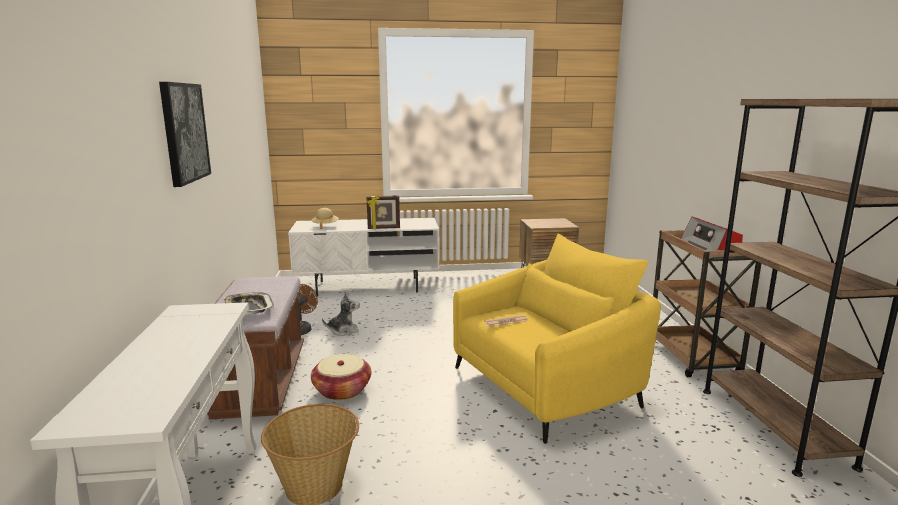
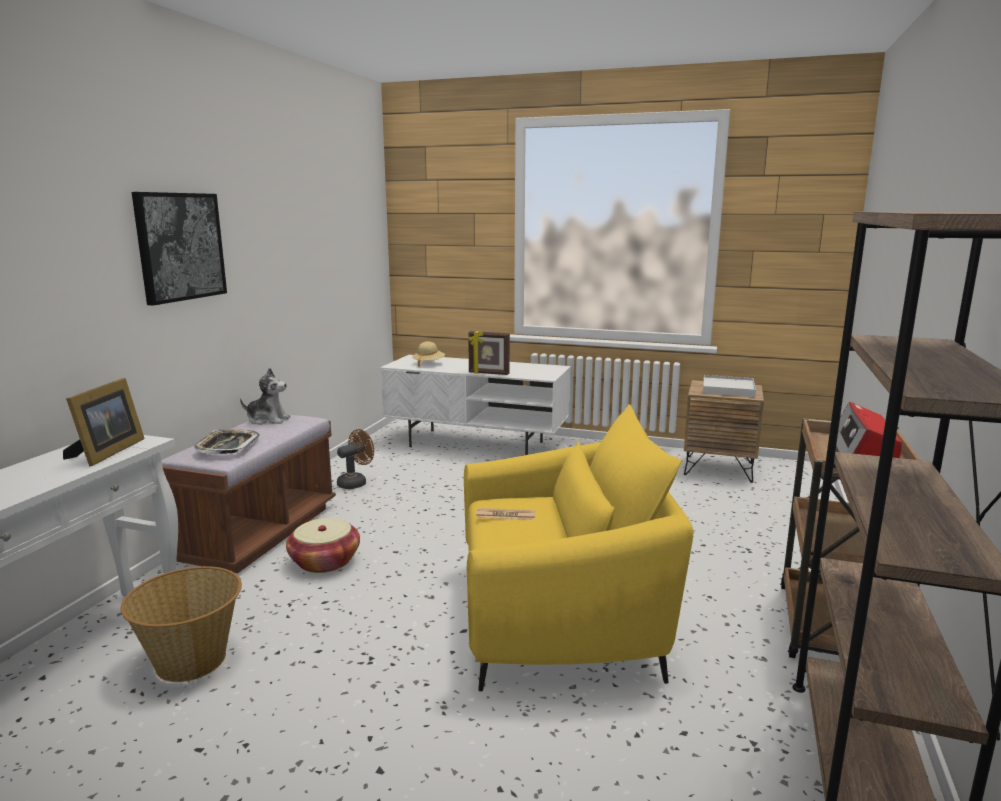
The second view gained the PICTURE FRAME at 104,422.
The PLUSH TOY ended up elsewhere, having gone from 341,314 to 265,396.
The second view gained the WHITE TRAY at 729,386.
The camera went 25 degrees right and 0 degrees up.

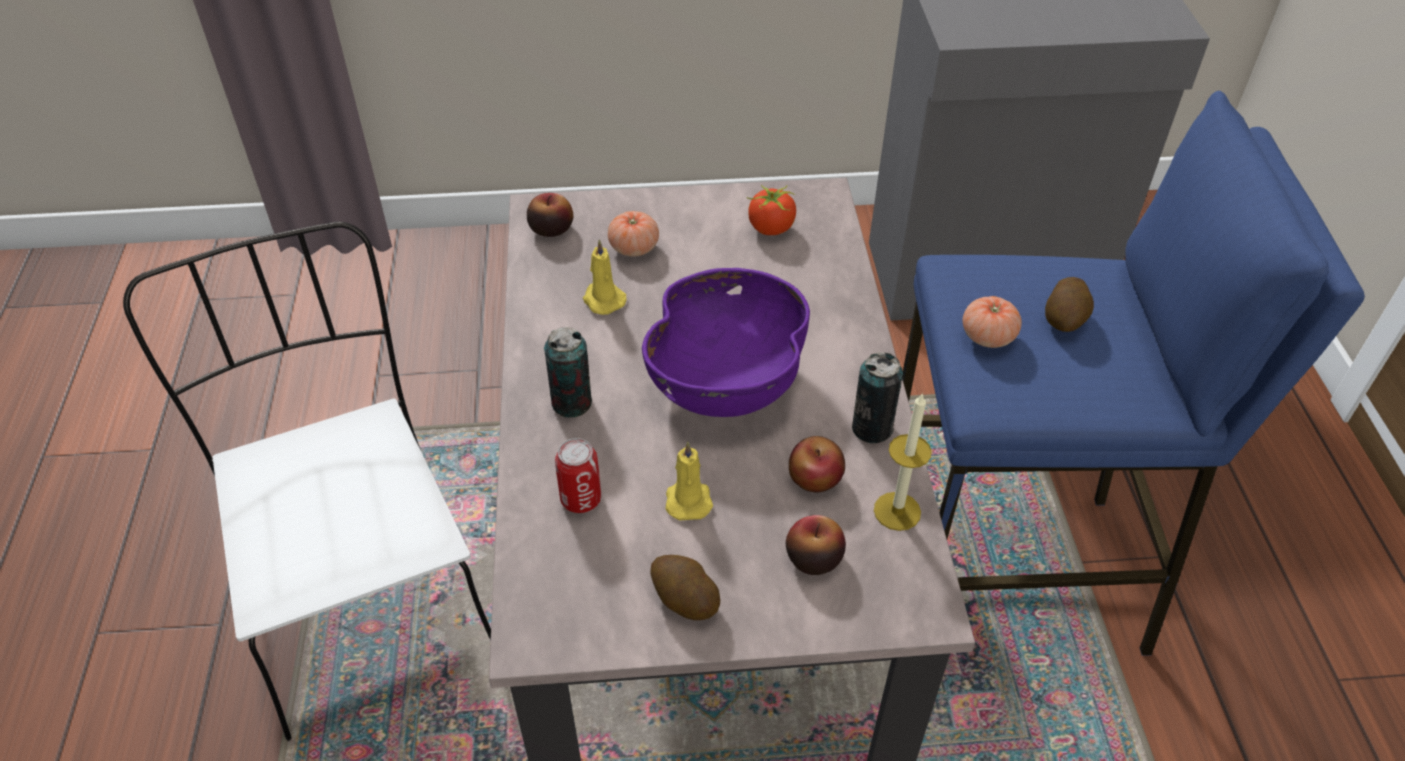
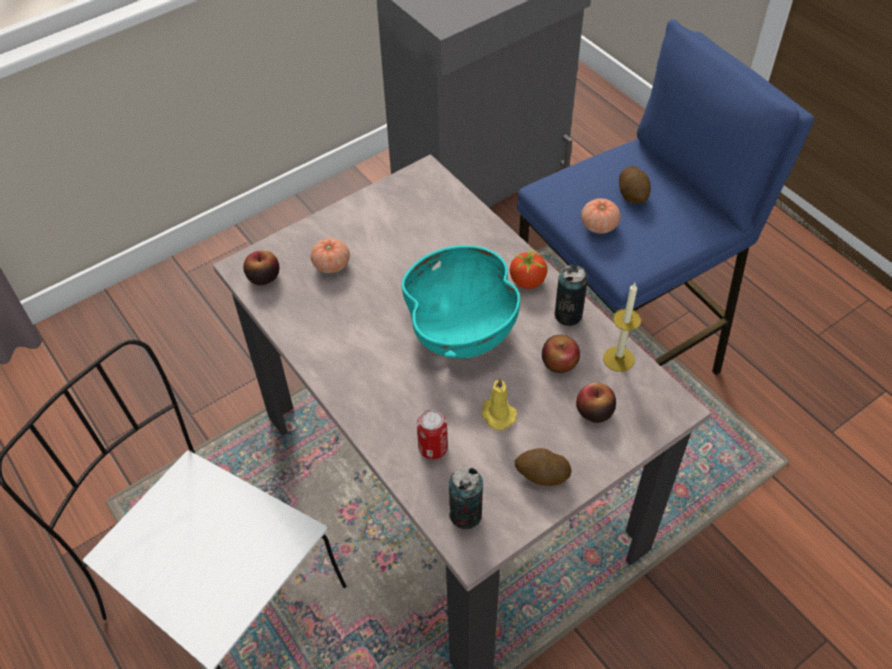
What was the PURPLE BOWL at 726,342 turned into the TURQUOISE BOWL at 460,301.
The CAN ended up elsewhere, having gone from 567,372 to 466,498.
The TOMATO ended up elsewhere, having gone from 771,210 to 529,267.
The second view lost the YELLOW CANDLE at 604,277.
The camera went 30 degrees left and 5 degrees up.

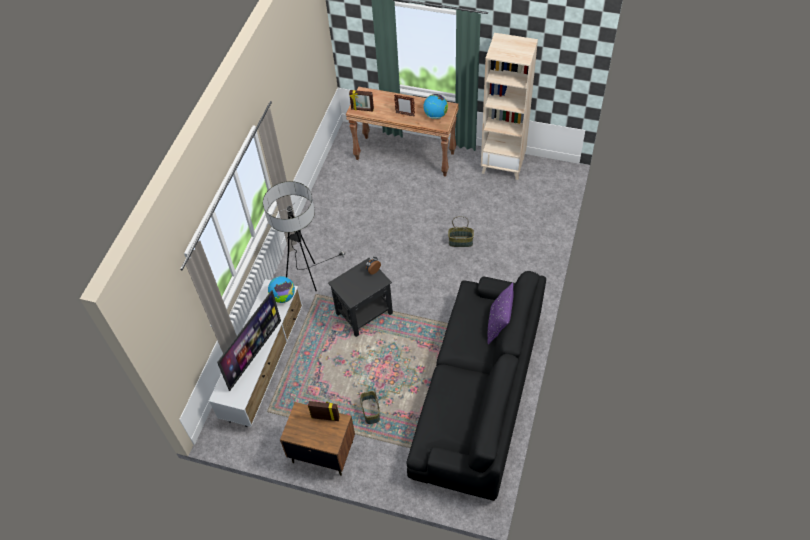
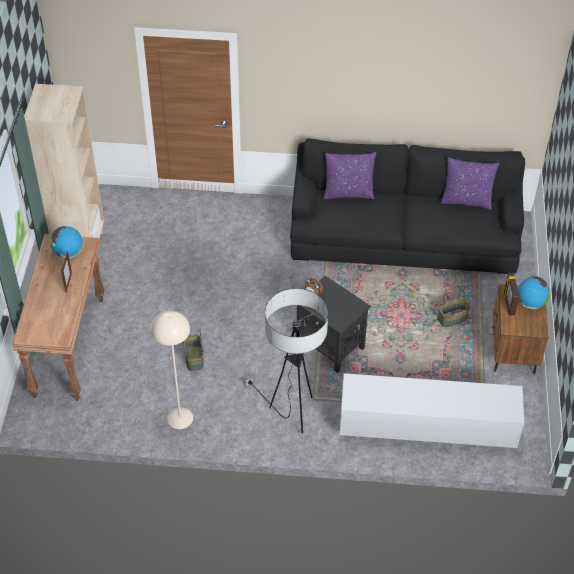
The second view gained the BEIGE FLOOR LAMP at 172,370.
The BASKET ended up elsewhere, having gone from 461,231 to 193,350.
The second view gained the PURPLE PILLOW at 470,183.
The GLOBE ended up elsewhere, having gone from 281,289 to 534,292.
The second view lost the TELEVISION at 249,340.
The second view lost the PICTURE FRAME at 361,100.
The camera went 105 degrees left and 5 degrees down.

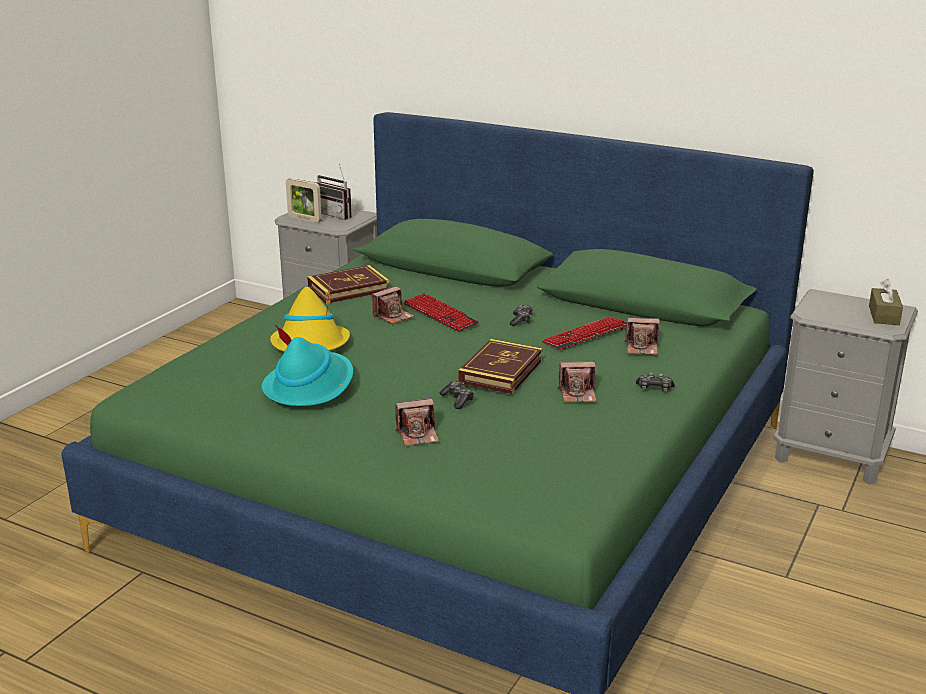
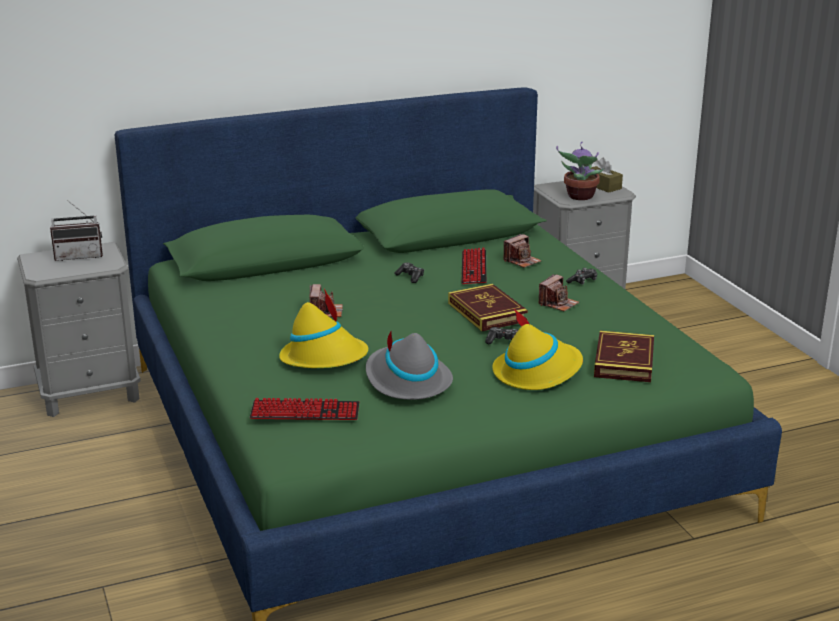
The KEYBOARD ended up elsewhere, having gone from 441,312 to 304,409.
What was the TURQUOISE HAT at 307,365 turned into the GREY HAT at 409,365.
Where the PHOTO CAMERA stood at 417,422, the YELLOW HAT came to stand at 537,349.
The second view gained the POTTED PLANT at 580,171.
The BOOK ended up elsewhere, having gone from 348,284 to 624,356.
The second view lost the PICTURE FRAME at 304,200.
The camera went 50 degrees left and 0 degrees up.

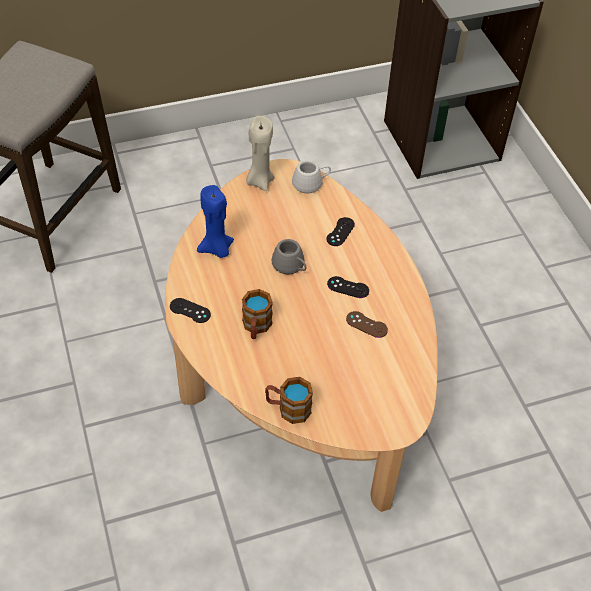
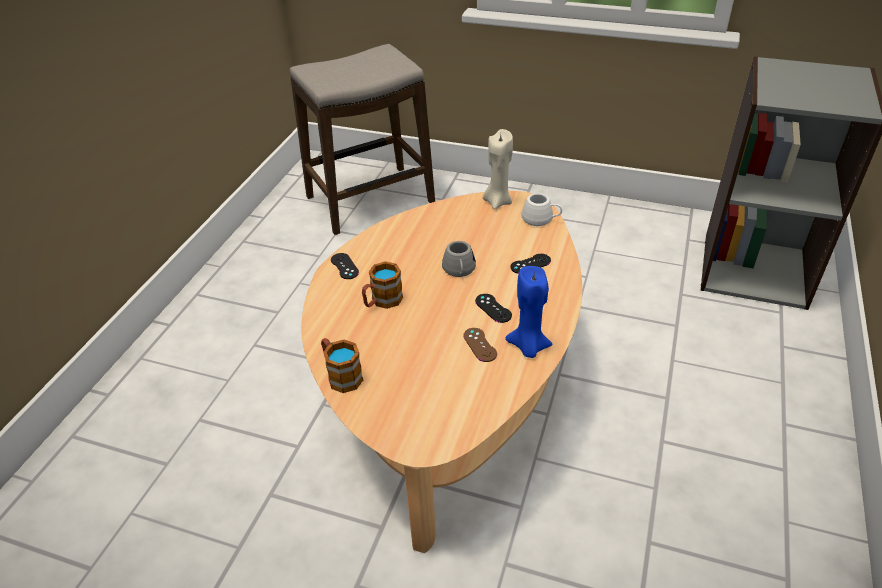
The BLUE CANDLE ended up elsewhere, having gone from 215,221 to 529,312.
The camera went 40 degrees right and 10 degrees down.

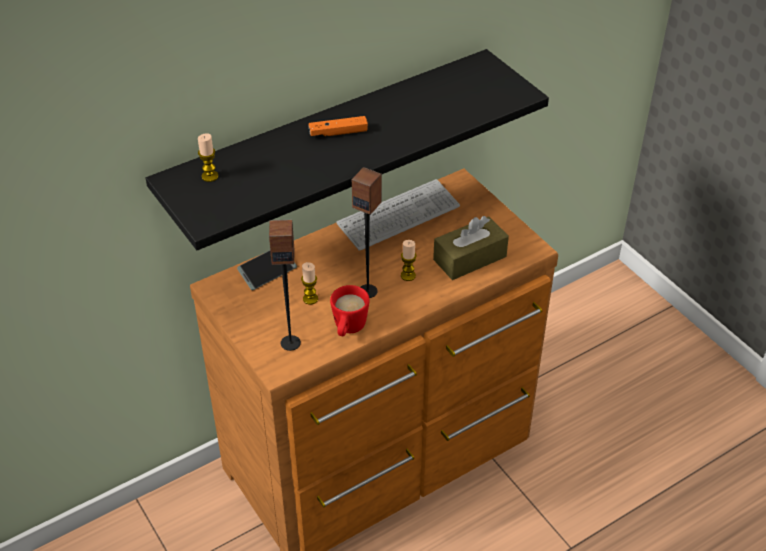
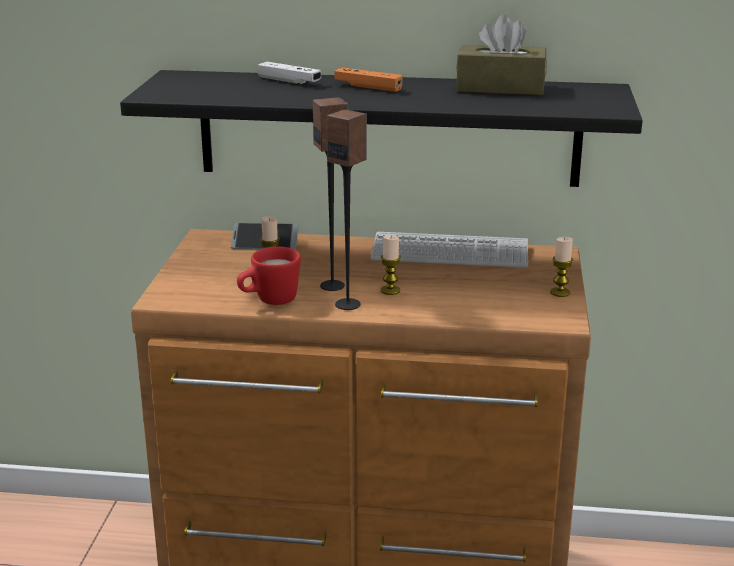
The second view gained the WHITE GAME CONTROLLER at 289,73.
The SPEAKER ended up elsewhere, having gone from 285,285 to 347,209.
The BROWN TISSUE BOX ended up elsewhere, having gone from 471,248 to 501,54.
The CANDLE ended up elsewhere, having gone from 208,157 to 561,267.
The camera went 40 degrees right and 20 degrees down.

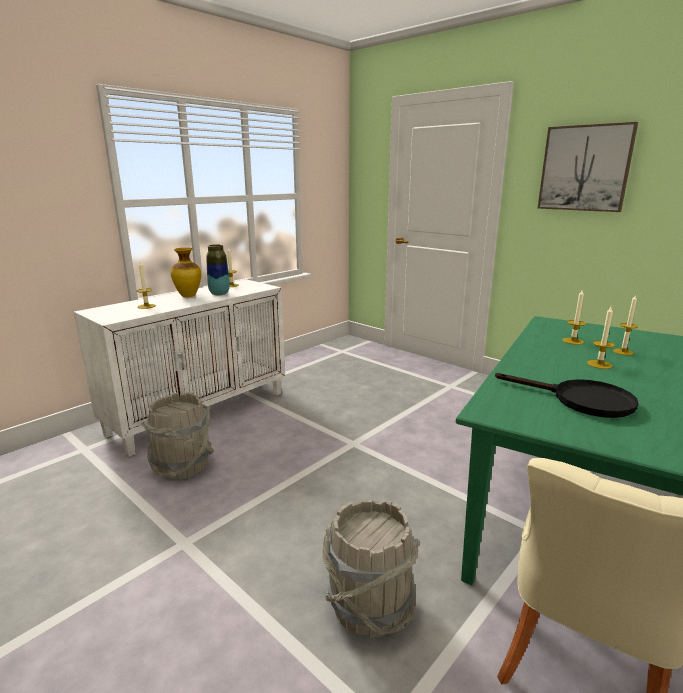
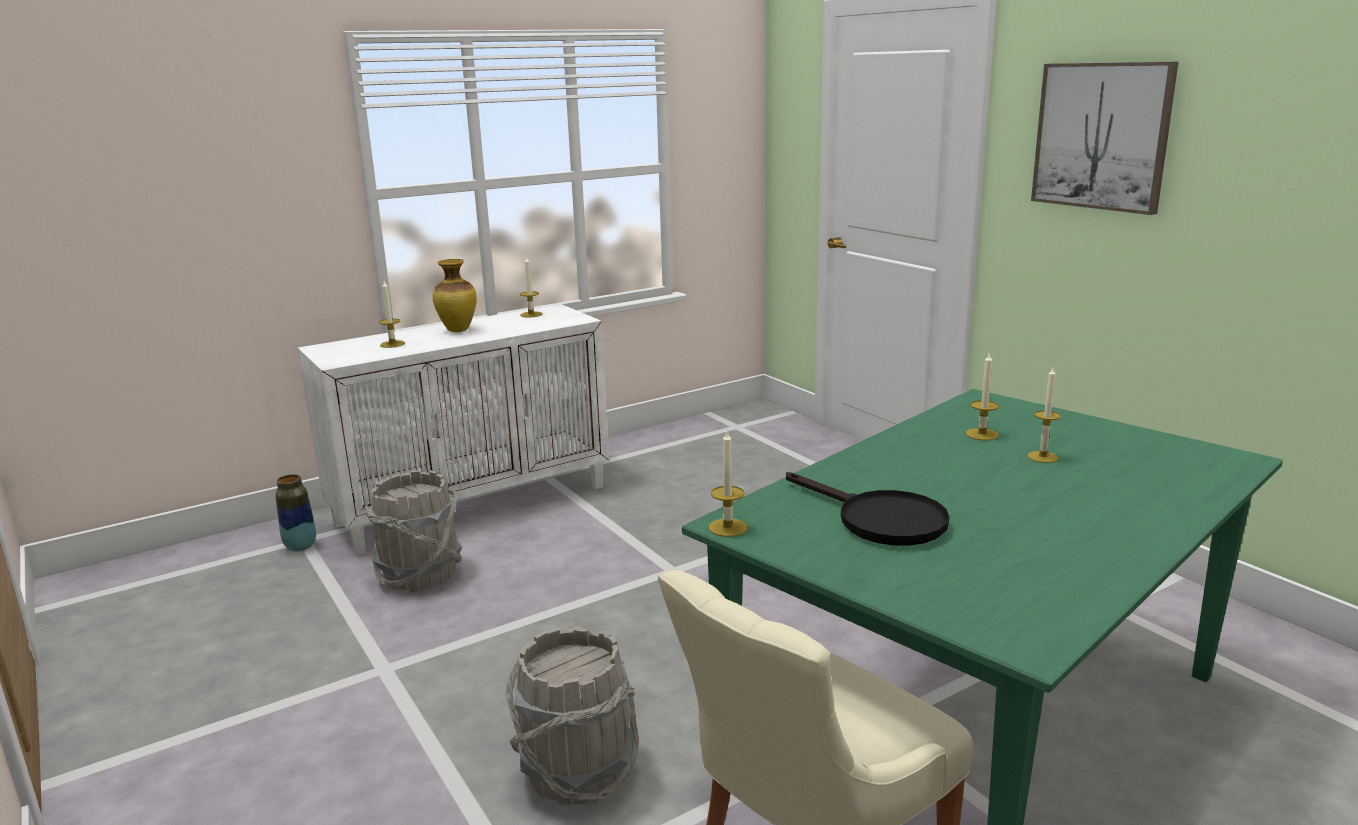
The VASE ended up elsewhere, having gone from 218,269 to 296,512.
The CANDLE ended up elsewhere, having gone from 601,338 to 728,484.
The camera went 15 degrees right and 0 degrees up.

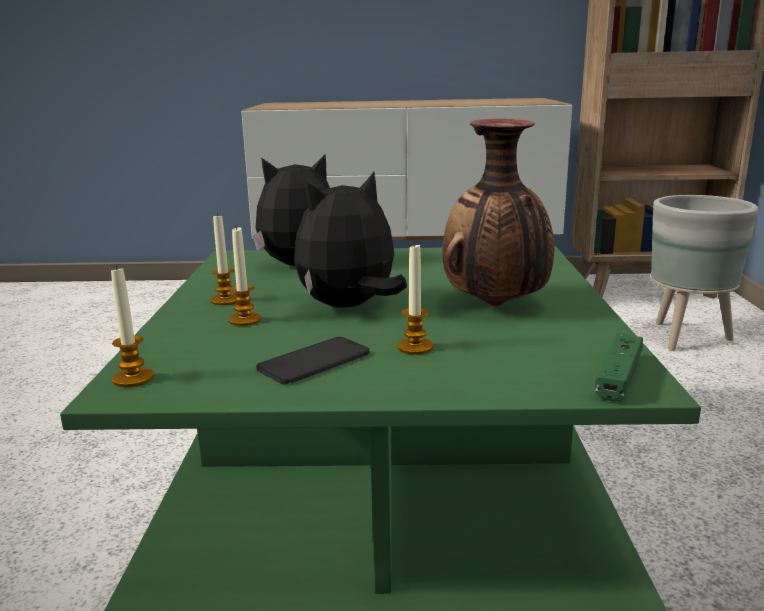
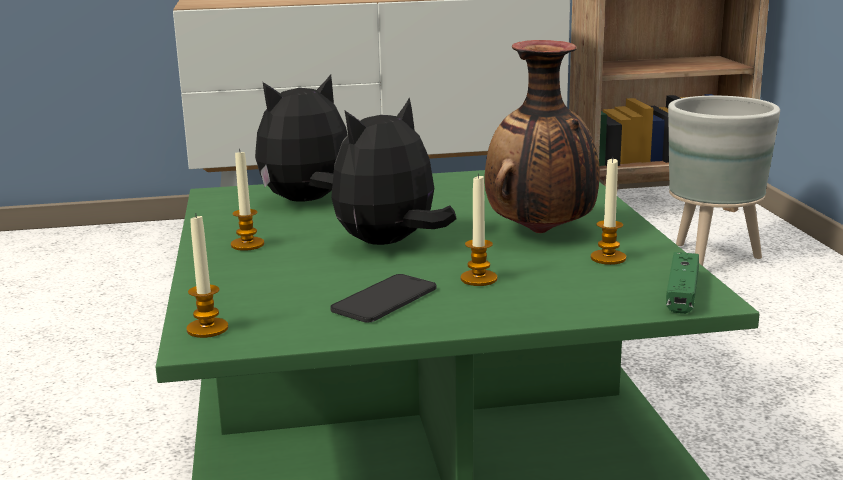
The CANDLE ended up elsewhere, having gone from 244,275 to 608,211.
The camera went 10 degrees left and 0 degrees up.

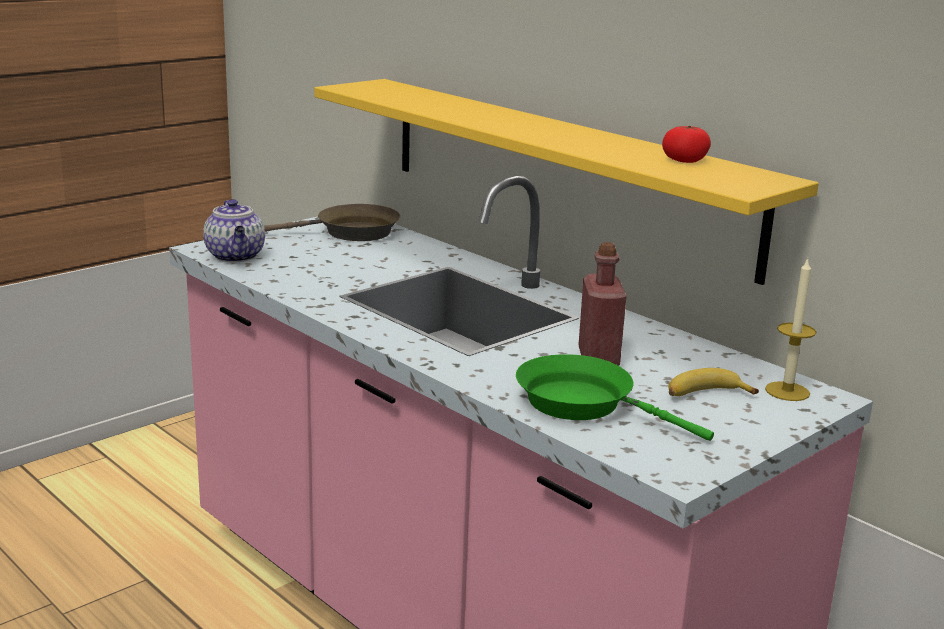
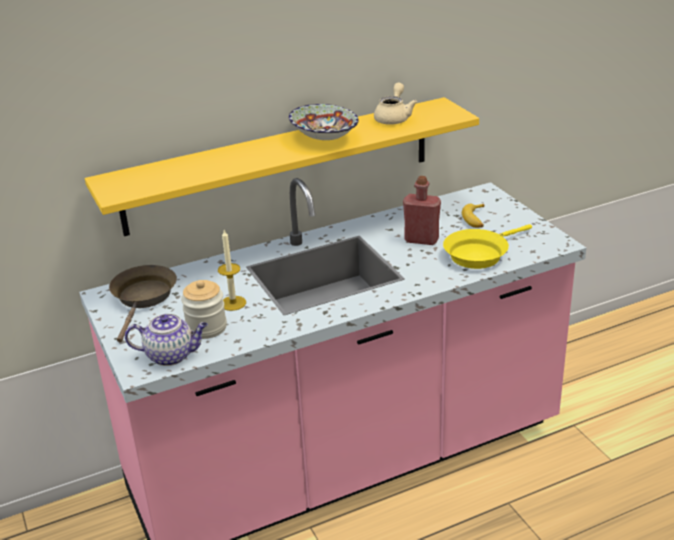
The second view gained the JAR at 204,309.
The CANDLE ended up elsewhere, having gone from 790,329 to 232,270.
The second view gained the BOWL at 324,122.
Where the TOMATO stood at 686,144, the BEIGE TEAPOT came to stand at 395,104.
What was the GREEN FRYING PAN at 615,397 turned into the YELLOW FRYING PAN at 487,246.
The camera went 70 degrees left and 10 degrees up.

